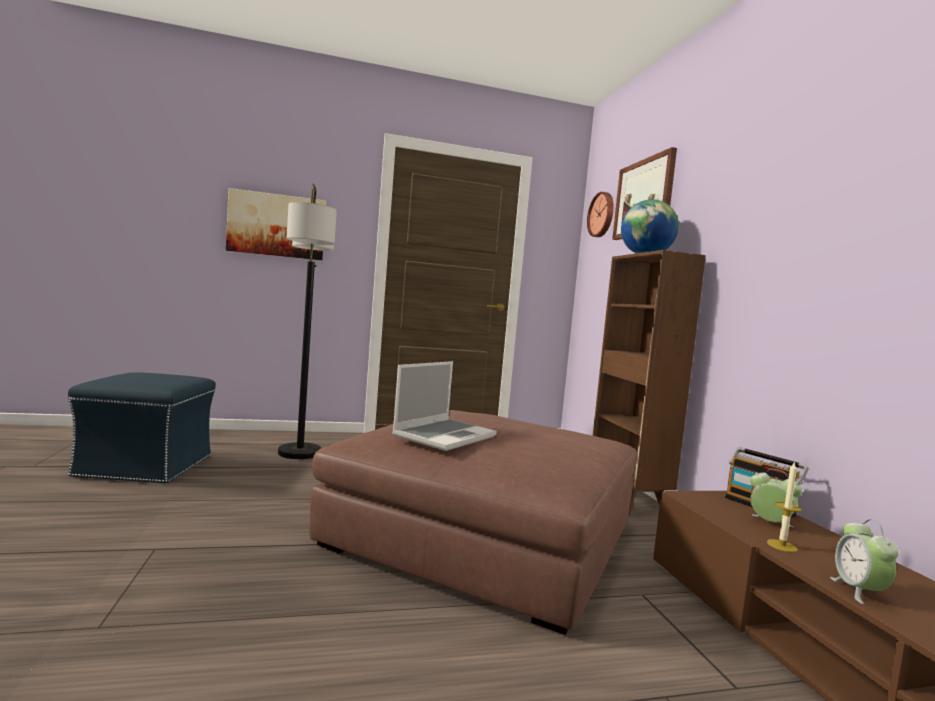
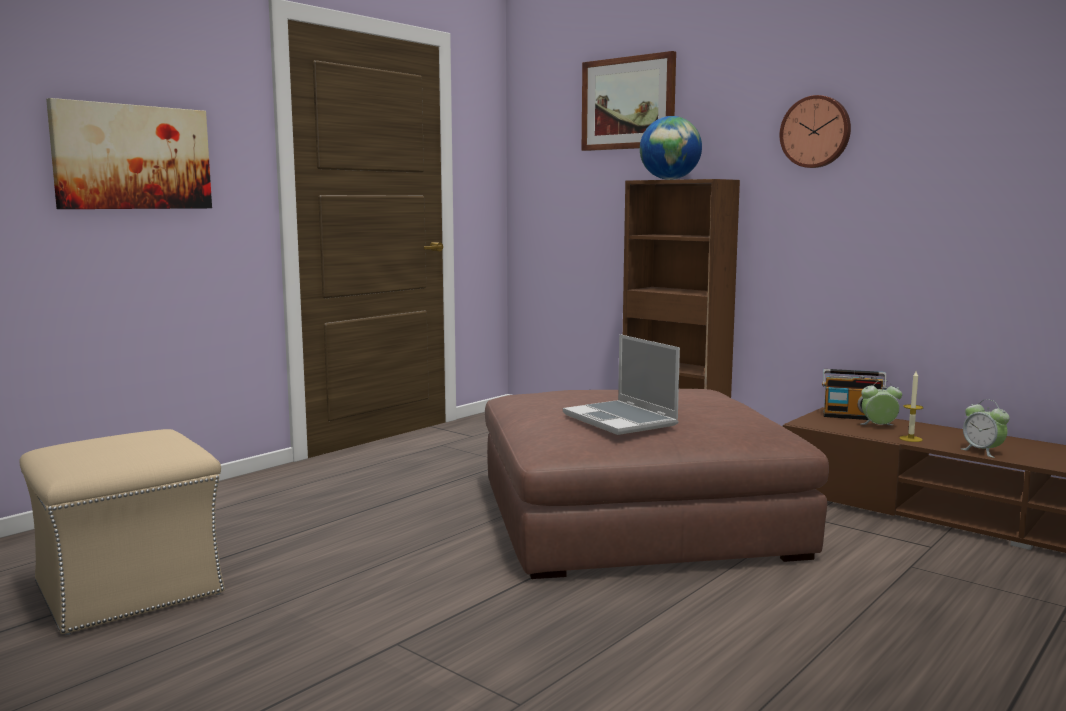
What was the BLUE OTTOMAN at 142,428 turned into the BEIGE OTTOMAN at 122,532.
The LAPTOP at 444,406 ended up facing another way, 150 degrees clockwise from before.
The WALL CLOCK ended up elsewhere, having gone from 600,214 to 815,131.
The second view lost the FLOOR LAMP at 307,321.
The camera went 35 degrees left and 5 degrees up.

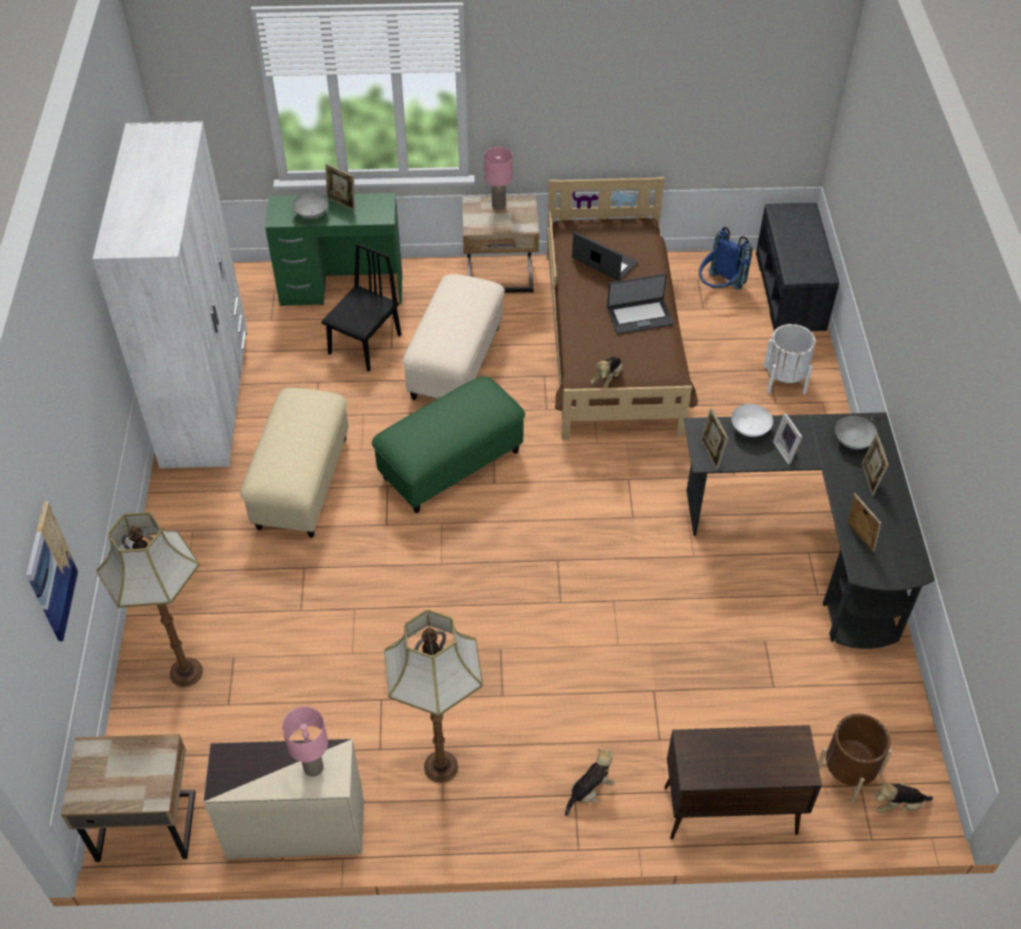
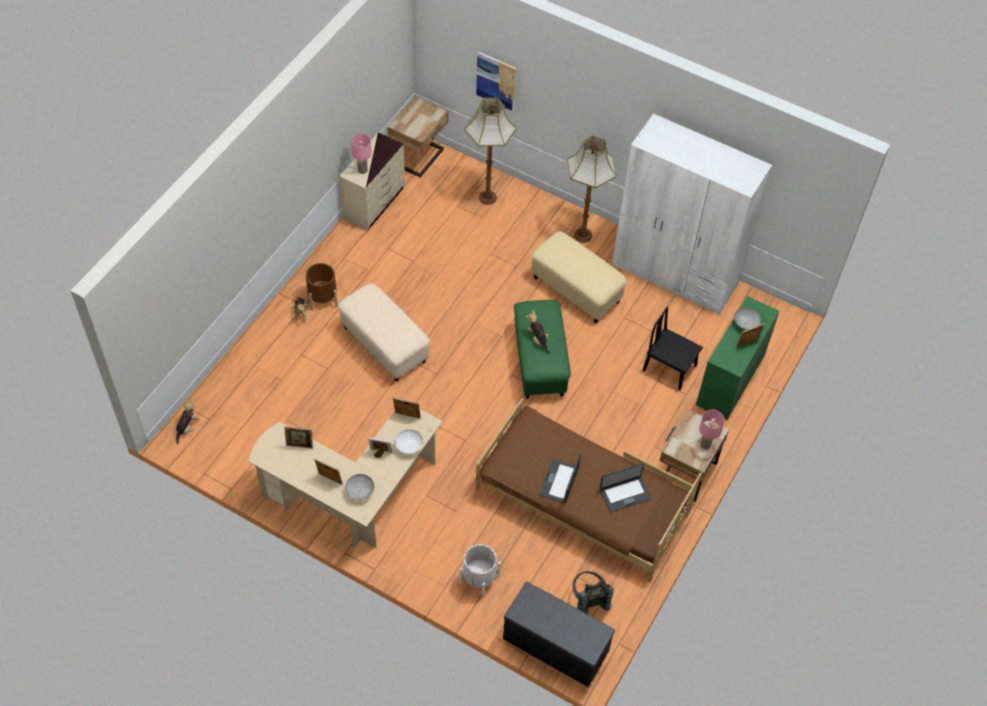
What was the BLACK DESK at 809,530 turned into the BEIGE DESK at 346,479.
The BROWN PLANTER ended up elsewhere, having gone from 855,758 to 321,287.
The BEIGE OTTOMAN ended up elsewhere, having gone from 453,337 to 384,332.
The PLUSH TOY ended up elsewhere, having gone from 607,373 to 538,332.
The FLOOR LAMP ended up elsewhere, having gone from 433,696 to 592,189.
What was the BLUE BACKPACK at 726,258 turned into the GREY BACKPACK at 593,592.
The BLACK CHAIR at 361,307 ended up facing another way, 150 degrees clockwise from before.
The second view lost the BROWN CABINET at 743,782.
The camera went 120 degrees right and 5 degrees up.

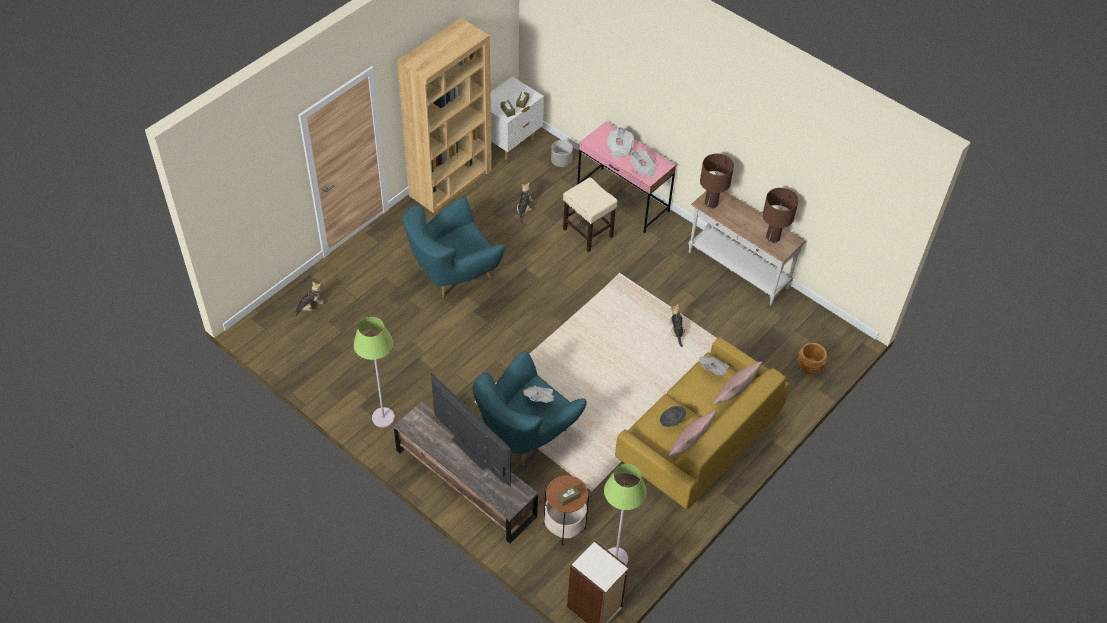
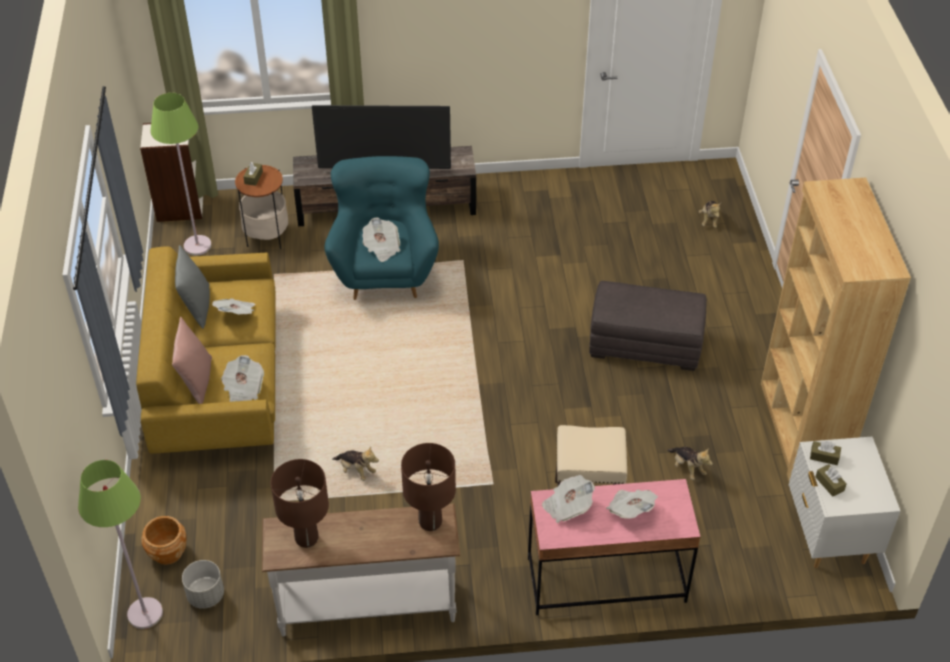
The GREEN FLOOR LAMP ended up elsewhere, having gone from 374,372 to 120,544.
What was the PINK PILLOW at 692,434 turned into the GREY PILLOW at 192,287.
The GREY PLANTER ended up elsewhere, having gone from 562,153 to 203,584.
Where the GREY HAT stood at 673,416, the NEWSPAPER came to stand at 233,306.
Where the TURQUOISE ARMCHAIR stood at 454,247, the GREY OTTOMAN came to stand at 648,326.
The camera went 135 degrees right and 5 degrees down.

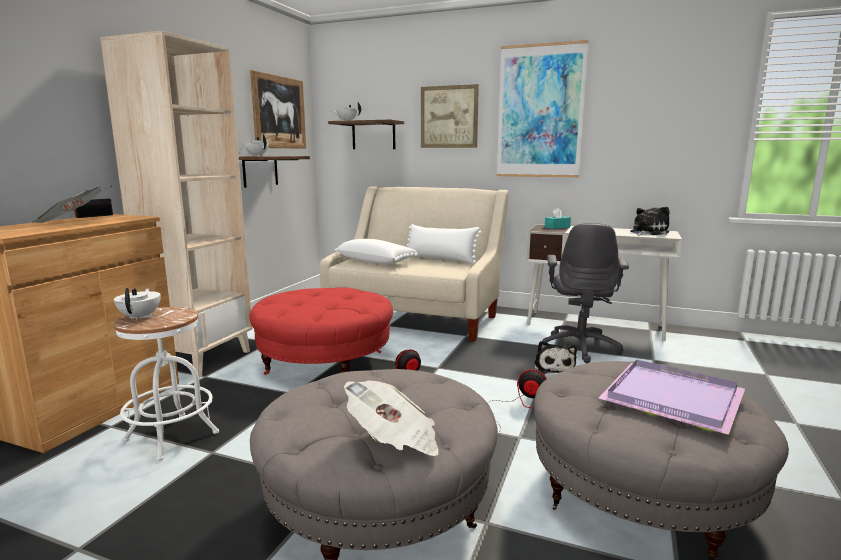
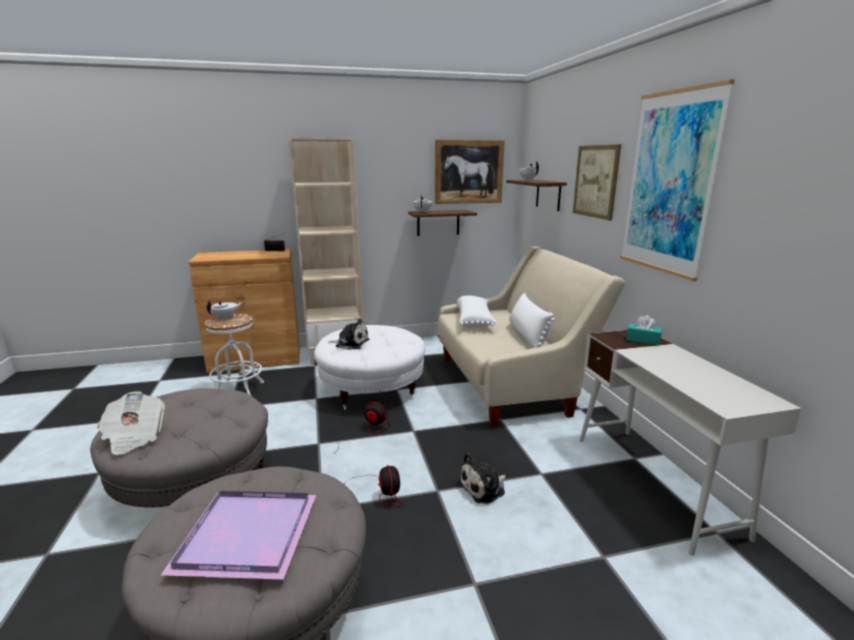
What was the RED OTTOMAN at 321,331 turned into the WHITE OTTOMAN at 369,367.
The PLUSH TOY ended up elsewhere, having gone from 650,221 to 348,334.
The second view lost the NEWSPAPER at 67,204.
The second view lost the GREY OFFICE CHAIR at 585,293.
The camera went 55 degrees right and 5 degrees up.

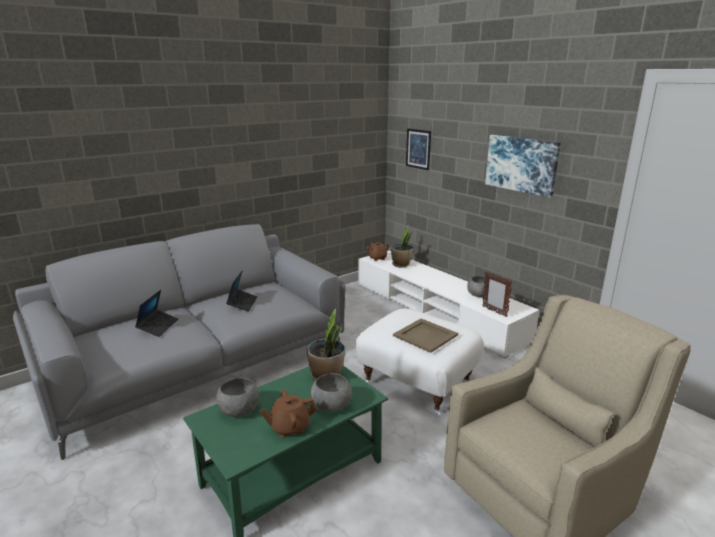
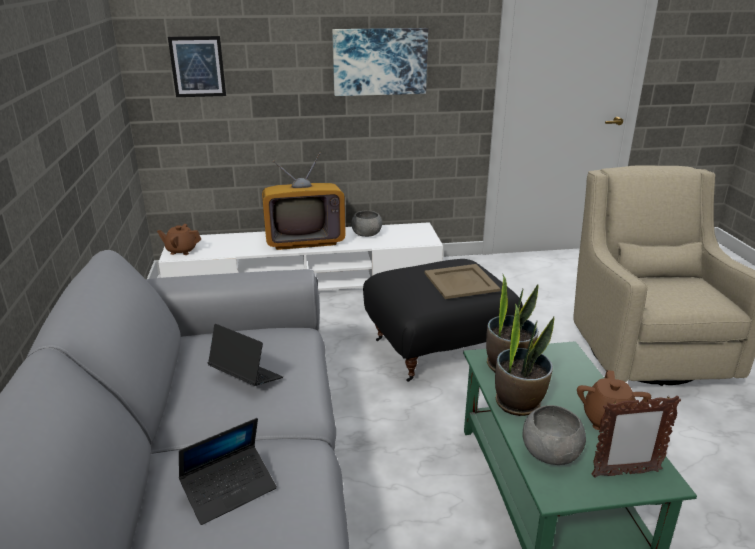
The LAPTOP at 156,313 ended up facing another way, 105 degrees clockwise from before.
The second view gained the TELEVISION at 304,201.
What was the WHITE OTTOMAN at 420,361 turned into the BLACK OTTOMAN at 443,320.
The POTTED PLANT ended up elsewhere, having gone from 402,246 to 524,359.
The PICTURE FRAME ended up elsewhere, having gone from 497,294 to 636,436.
The second view lost the GREY BOWL at 331,392.
The camera went 60 degrees left and 5 degrees up.

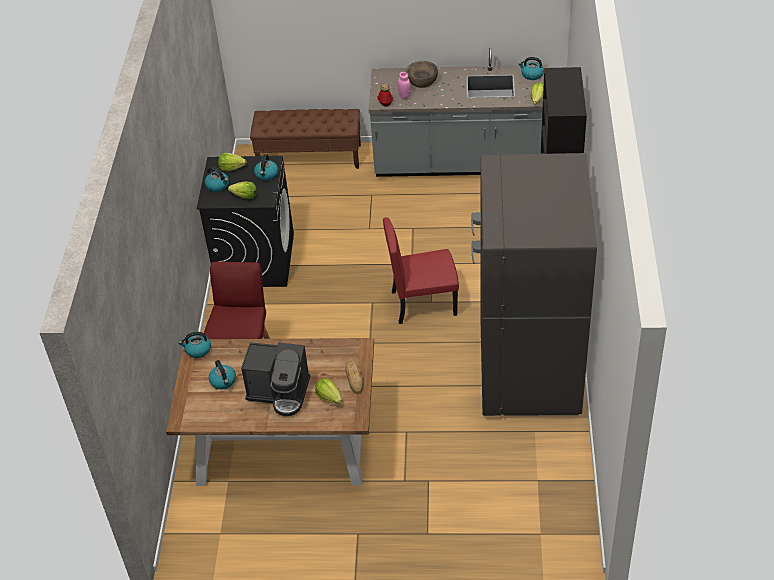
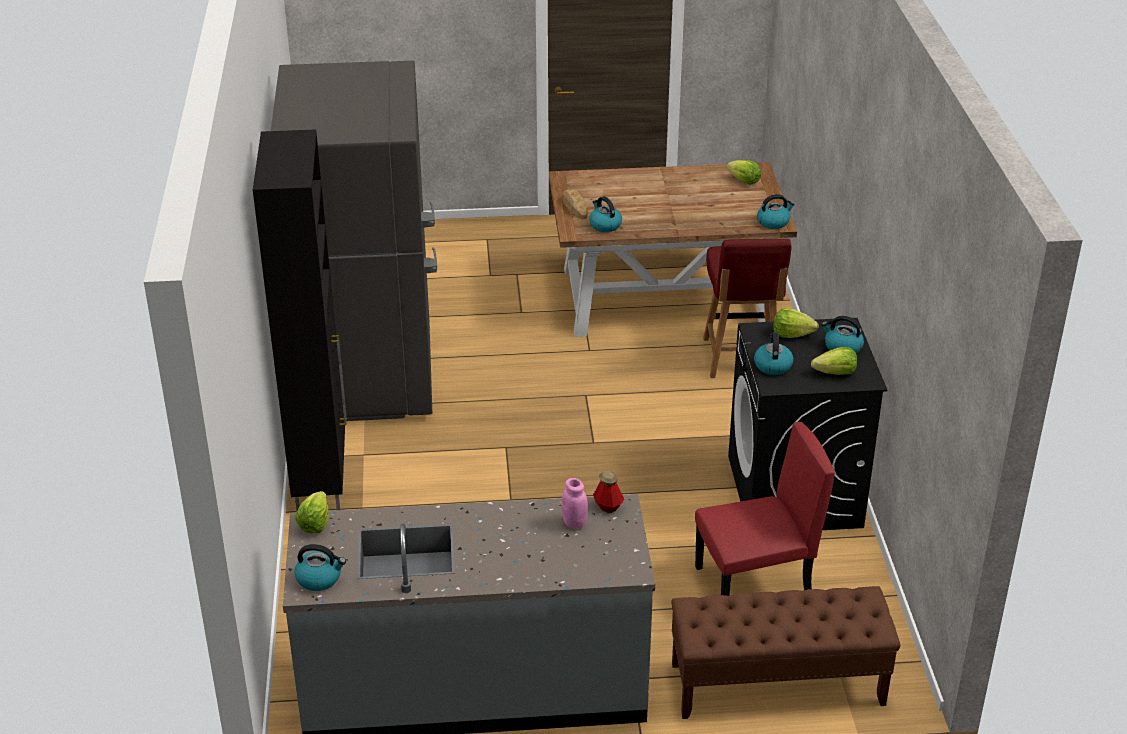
The KETTLE ended up elsewhere, having gone from 222,374 to 605,214.
The RED CHAIR ended up elsewhere, having gone from 421,270 to 765,509.
The LETTUCE ended up elsewhere, having gone from 328,391 to 744,172.
The second view lost the COFFEE MACHINE at 275,379.
The second view lost the BROWN BOWL at 422,74.
The camera went 170 degrees right and 10 degrees down.

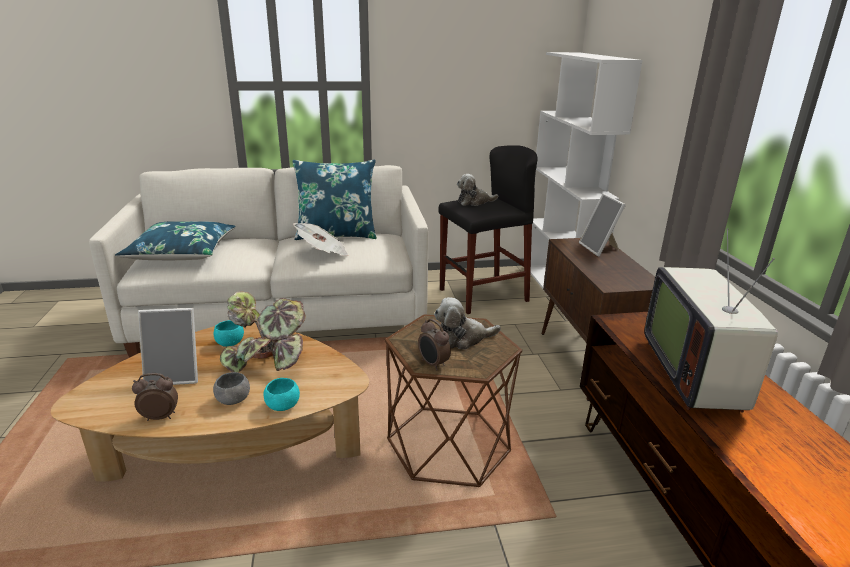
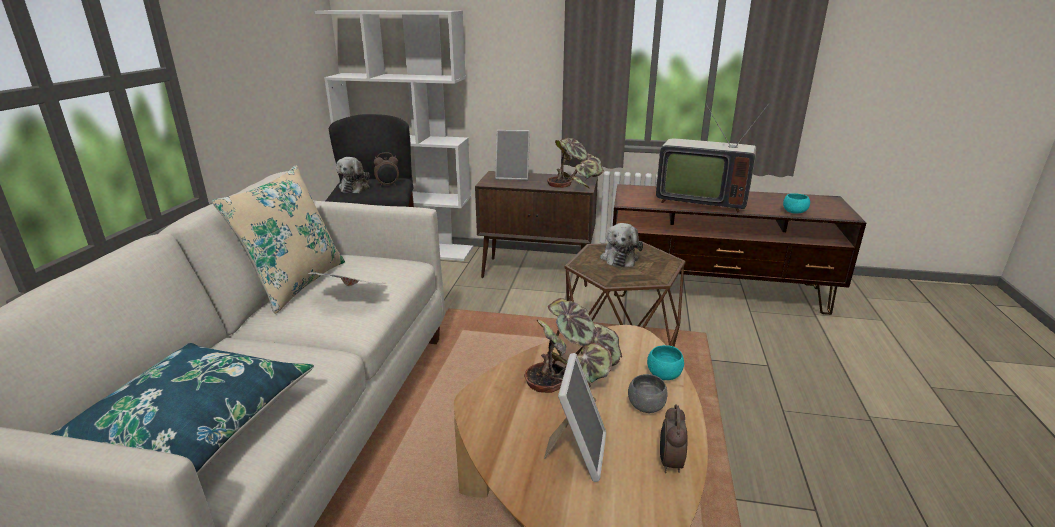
What was the BLUE PILLOW at 335,200 turned into the BEIGE PILLOW at 278,239.
The ALARM CLOCK ended up elsewhere, having gone from 434,344 to 386,169.
The second view gained the POTTED PLANT at 575,163.
The TURQUOISE BOWL ended up elsewhere, having gone from 229,333 to 796,203.
The camera went 70 degrees left and 0 degrees up.

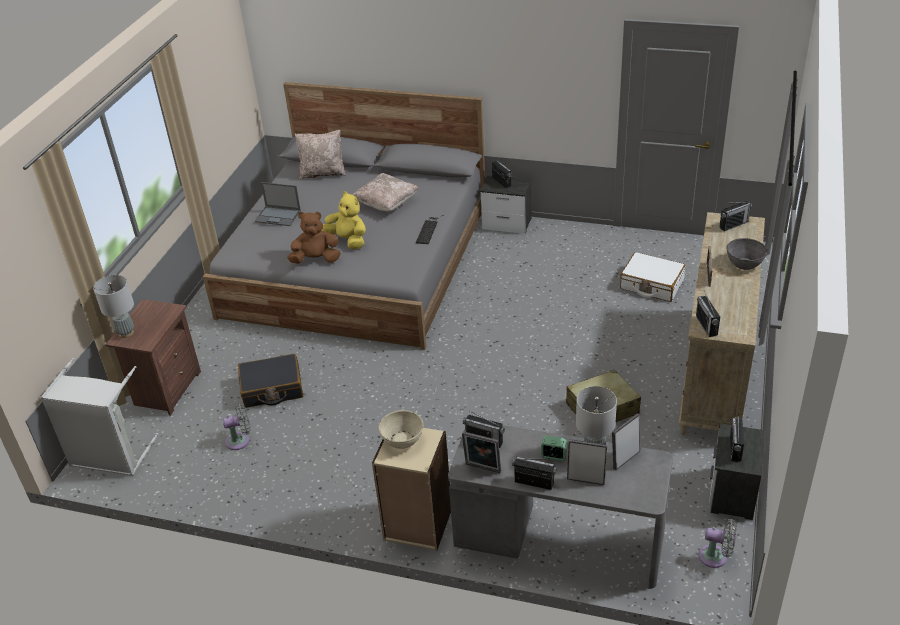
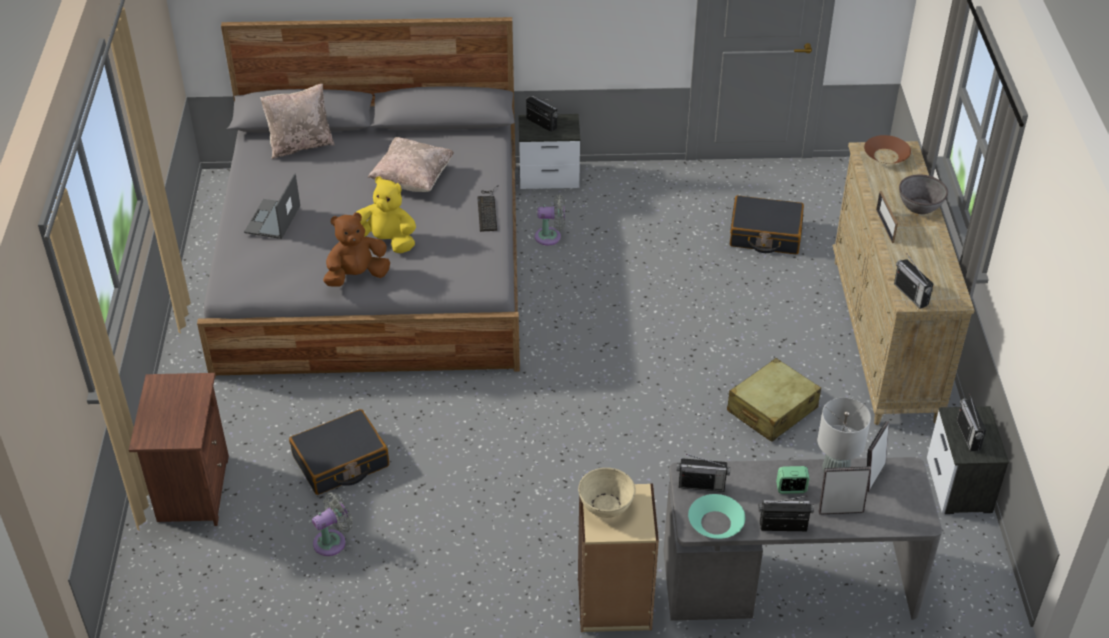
The LAPTOP at 278,204 ended up facing another way, 105 degrees clockwise from before.
The GREY FAN ended up elsewhere, having gone from 718,543 to 550,220.
Where the PICTURE FRAME stood at 481,452, the TURQUOISE BOWL came to stand at 716,516.
What was the WHITE SUITCASE at 653,277 turned into the BLACK SUITCASE at 767,224.
Where the RADIO stood at 735,216, the BROWN BOWL came to stand at 887,149.
The second view lost the GREY LAUNDRY BASKET at 99,417.
The second view lost the GREY TABLE LAMP at 113,306.
The camera went 20 degrees left and 5 degrees up.

